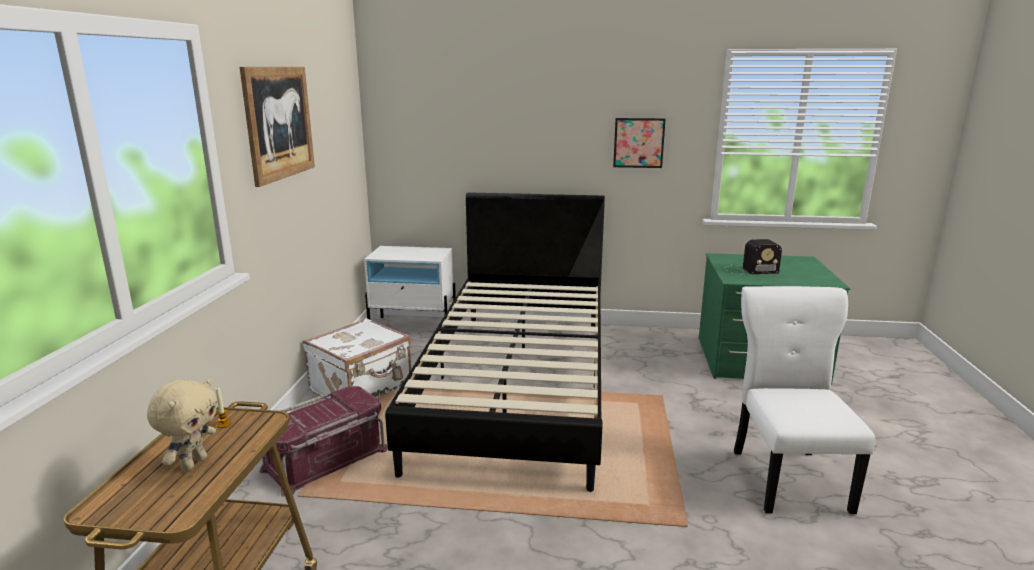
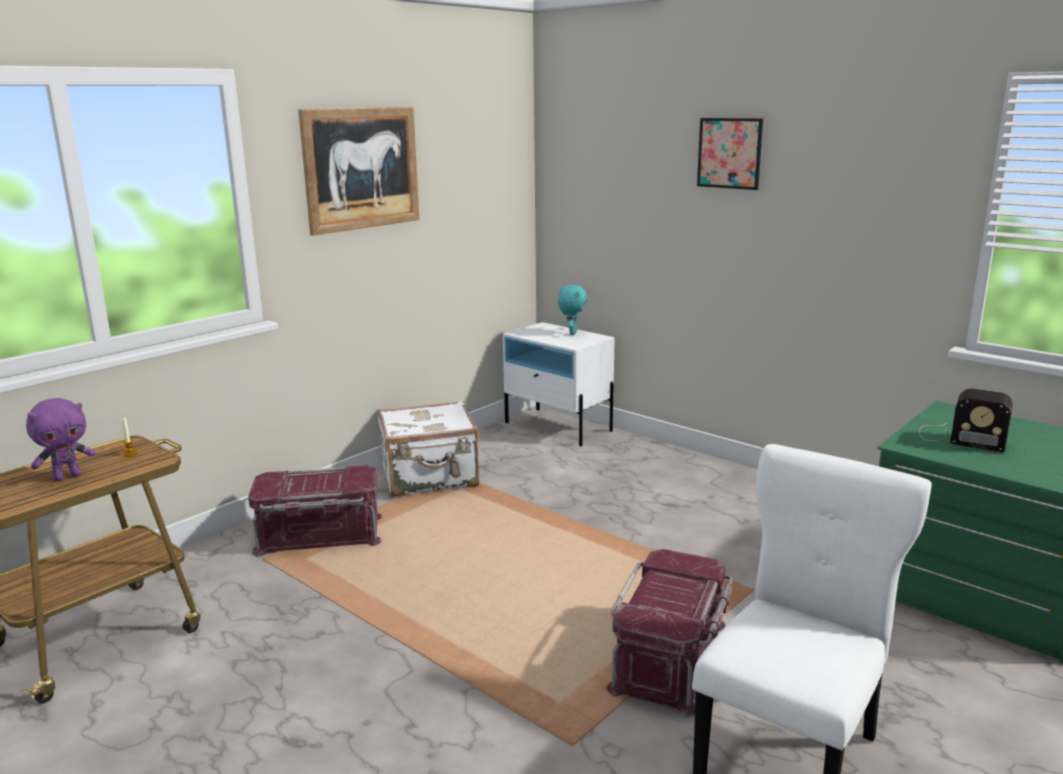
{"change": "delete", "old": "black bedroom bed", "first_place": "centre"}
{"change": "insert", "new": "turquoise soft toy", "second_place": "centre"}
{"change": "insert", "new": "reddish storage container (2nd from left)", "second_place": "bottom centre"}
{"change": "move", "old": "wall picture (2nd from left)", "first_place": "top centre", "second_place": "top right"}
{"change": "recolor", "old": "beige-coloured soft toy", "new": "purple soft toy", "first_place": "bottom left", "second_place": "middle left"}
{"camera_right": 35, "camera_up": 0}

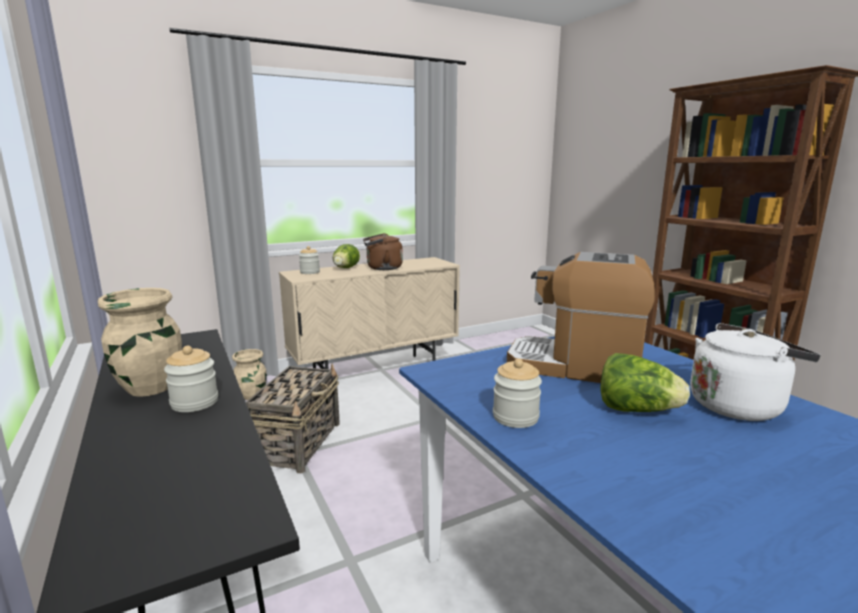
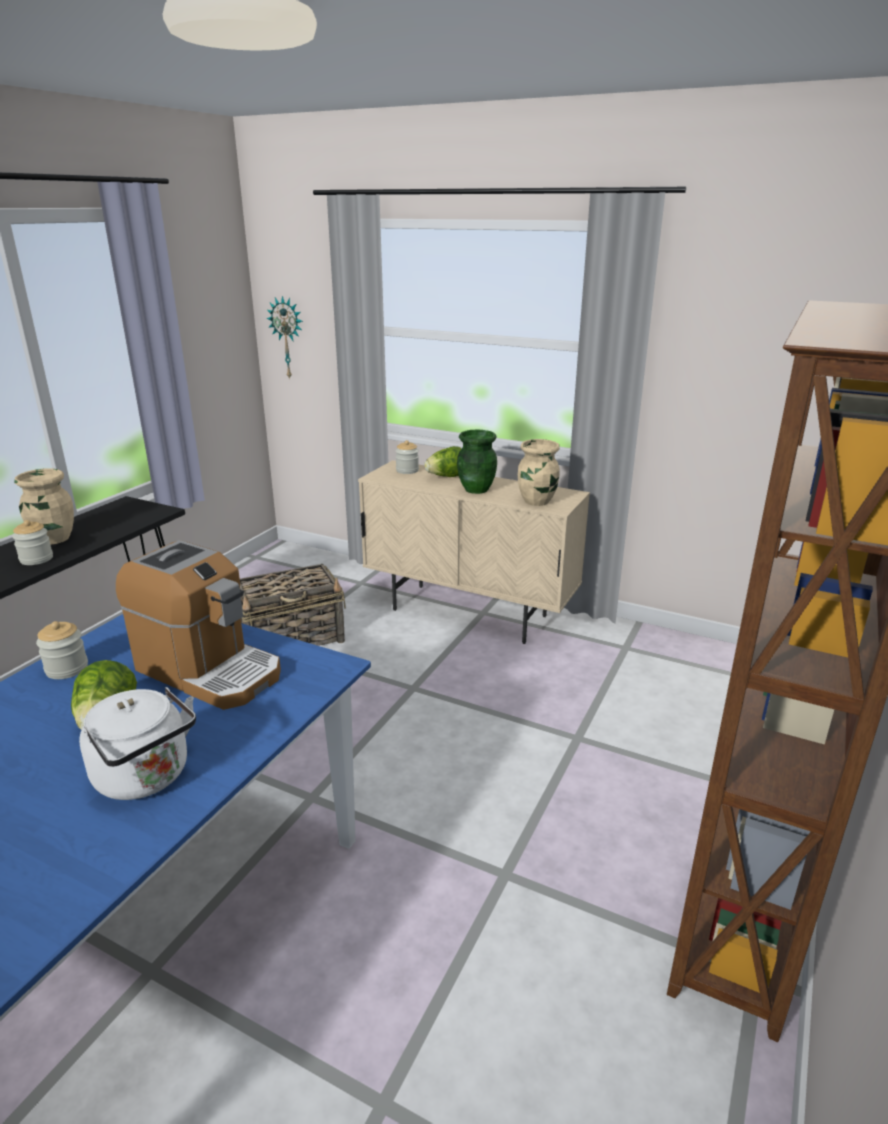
{"change": "insert", "new": "hanging clock", "second_place": "top left"}
{"change": "move", "old": "beige-coloured decorative vase (2nd from left)", "first_place": "middle left", "second_place": "centre"}
{"change": "replace", "old": "brownish tea kettle", "new": "green decorative vase", "first_place": "centre", "second_place": "centre"}
{"change": "rotate", "old": "coffee maker", "first_place": "middle right", "second_place": "middle left", "degrees": 135}
{"camera_right": 55, "camera_up": 10}

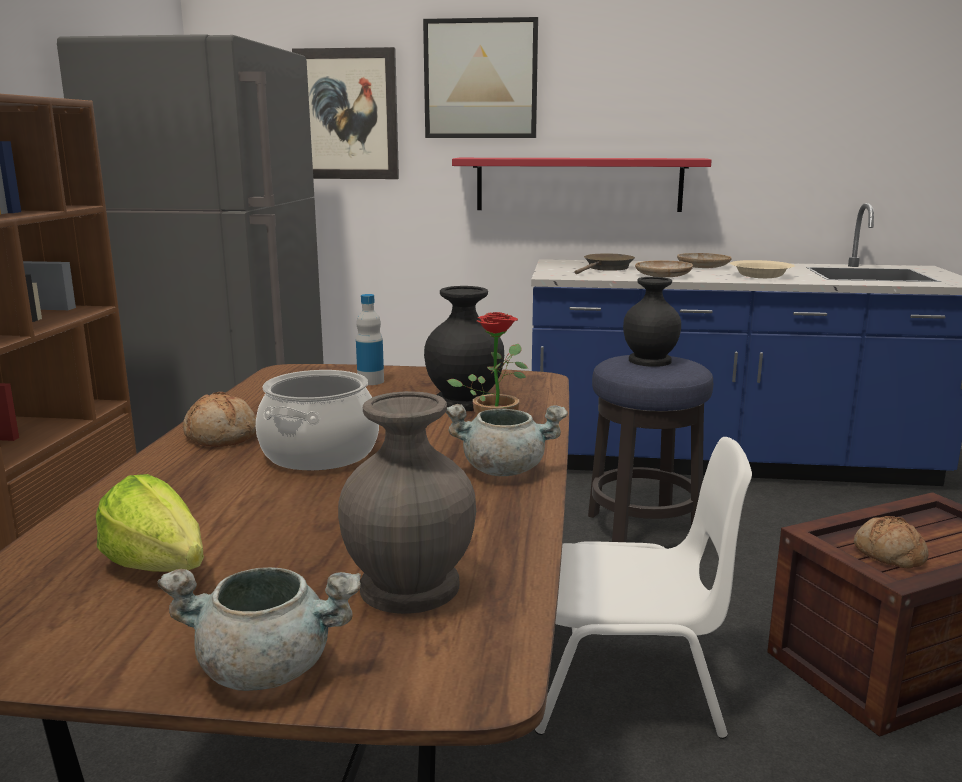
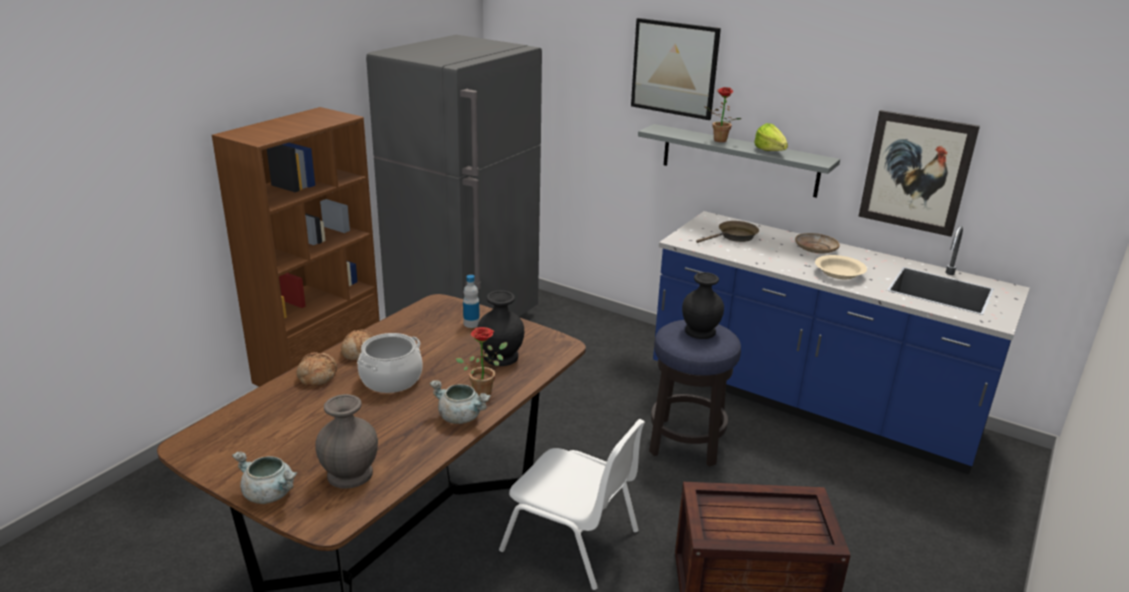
{"change": "delete", "old": "beige-coloured plate (1st from left)", "first_place": "middle right"}
{"change": "insert", "new": "houseplant (2nd from left)", "second_place": "top centre"}
{"change": "move", "old": "lettuce", "first_place": "bottom left", "second_place": "top right"}
{"change": "move", "old": "wall picture (1st from left in the first image)", "new": "wall picture (2nd from left)", "first_place": "top centre", "second_place": "top right"}
{"change": "move", "old": "bread (2nd from left in the first image)", "new": "bread (1st from left)", "first_place": "bottom right", "second_place": "middle left"}
{"change": "recolor", "old": "reddish wall shelf", "new": "grey wall shelf", "first_place": "top centre", "second_place": "top centre"}
{"camera_right": 25, "camera_up": 10}

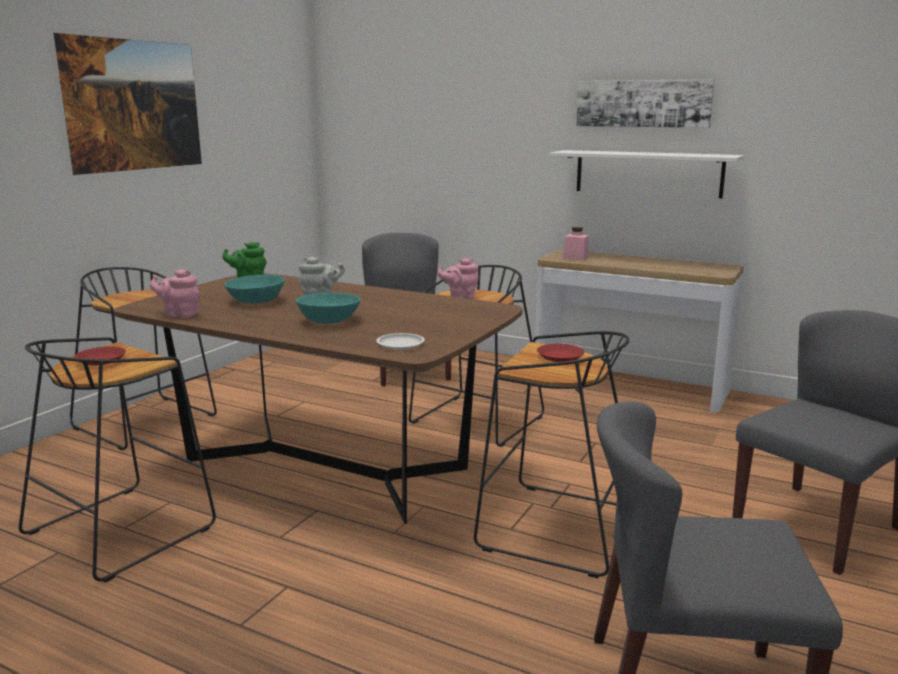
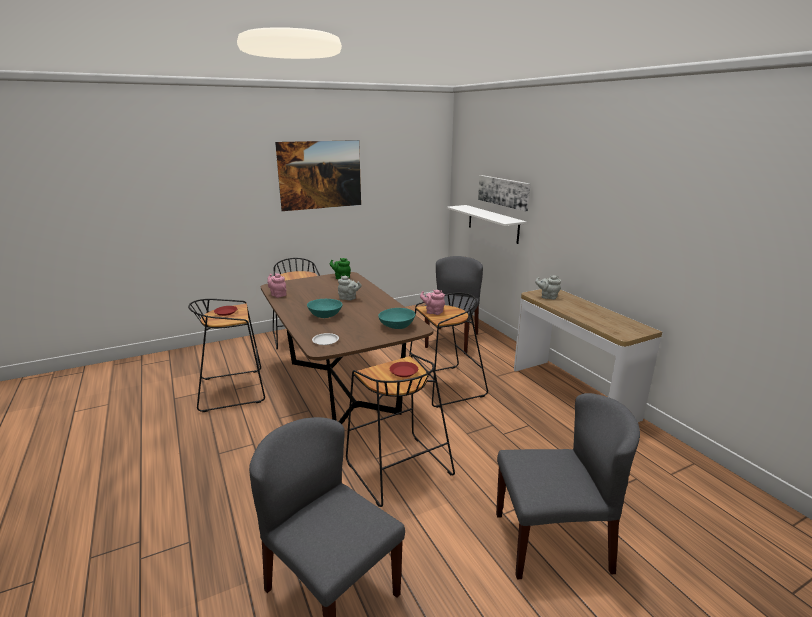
{"change": "move", "old": "turquoise bowl (1st from left in the first image)", "new": "turquoise bowl (2nd from left)", "first_place": "middle left", "second_place": "centre"}
{"change": "move", "old": "white wall shelf", "first_place": "top right", "second_place": "centre"}
{"change": "move", "old": "wall picture (2nd from left)", "first_place": "top right", "second_place": "top centre"}
{"change": "replace", "old": "pink-coloured jar", "new": "grey tea pot (2nd from left)", "first_place": "centre", "second_place": "middle right"}
{"camera_right": 35, "camera_up": 5}

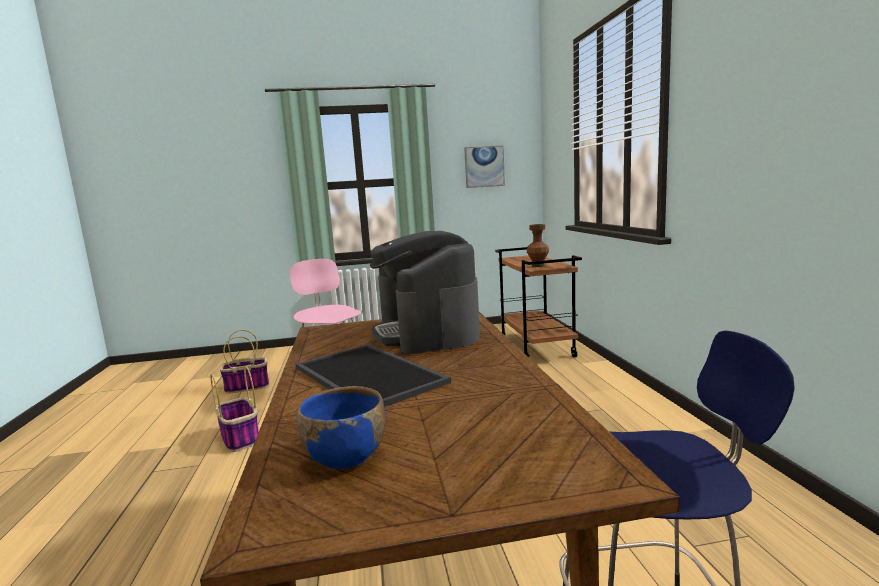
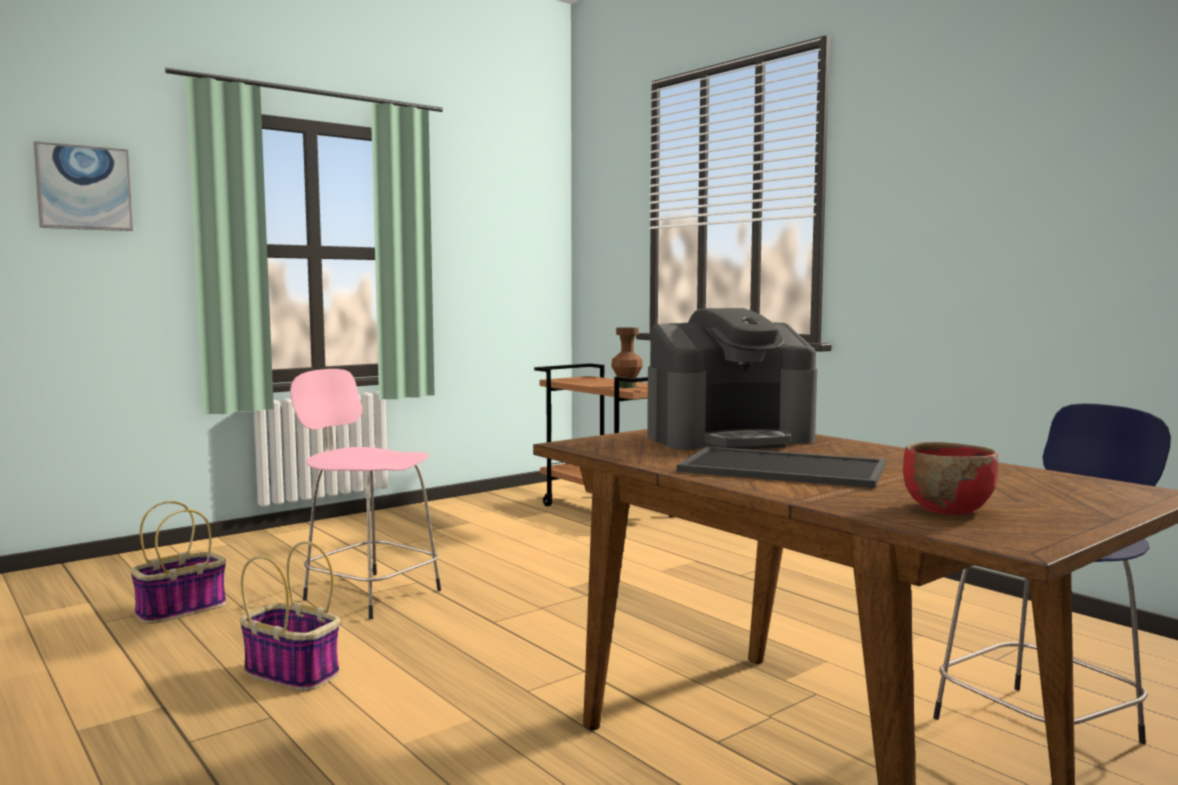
{"change": "move", "old": "wall picture", "first_place": "top centre", "second_place": "top left"}
{"change": "recolor", "old": "blue-coloured bowl", "new": "reddish bowl", "first_place": "bottom centre", "second_place": "middle right"}
{"change": "rotate", "old": "coffee maker", "first_place": "centre", "second_place": "centre", "degrees": -60}
{"camera_right": -30, "camera_up": -5}

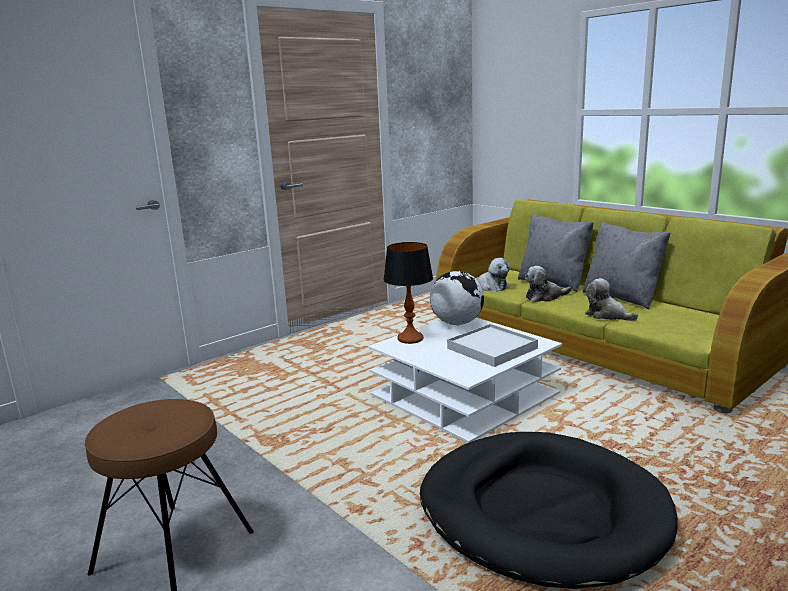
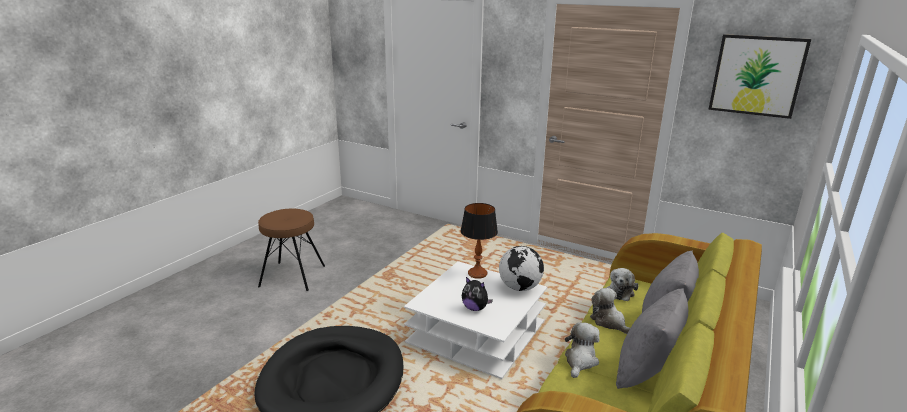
{"change": "insert", "new": "wall picture", "second_place": "top right"}
{"change": "replace", "old": "white serving tray", "new": "soft toy (1st from left)", "first_place": "centre", "second_place": "bottom centre"}
{"camera_right": 70, "camera_up": 5}

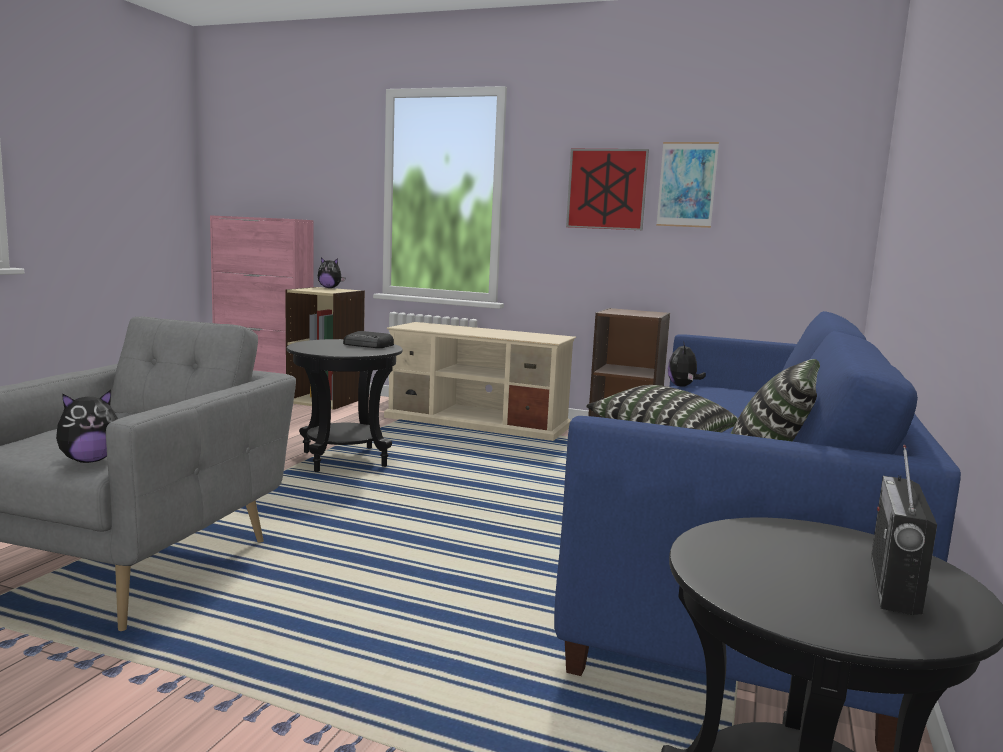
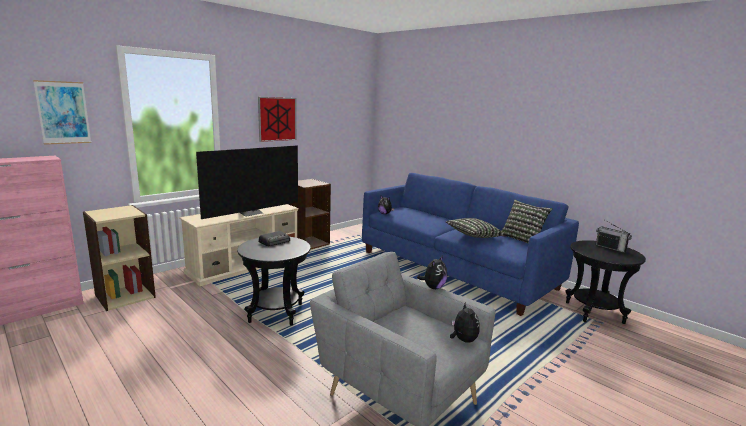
{"change": "insert", "new": "television", "second_place": "middle left"}
{"change": "move", "old": "soft toy (2nd from left)", "first_place": "middle left", "second_place": "centre"}
{"change": "move", "old": "wall picture (2nd from left in the first image)", "new": "wall picture (1st from left)", "first_place": "top right", "second_place": "top left"}
{"camera_right": -65, "camera_up": 5}

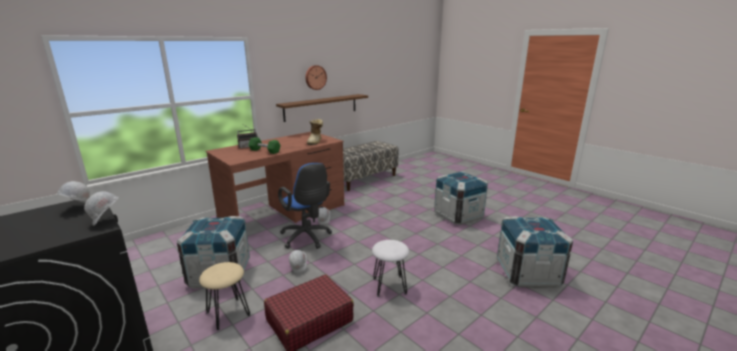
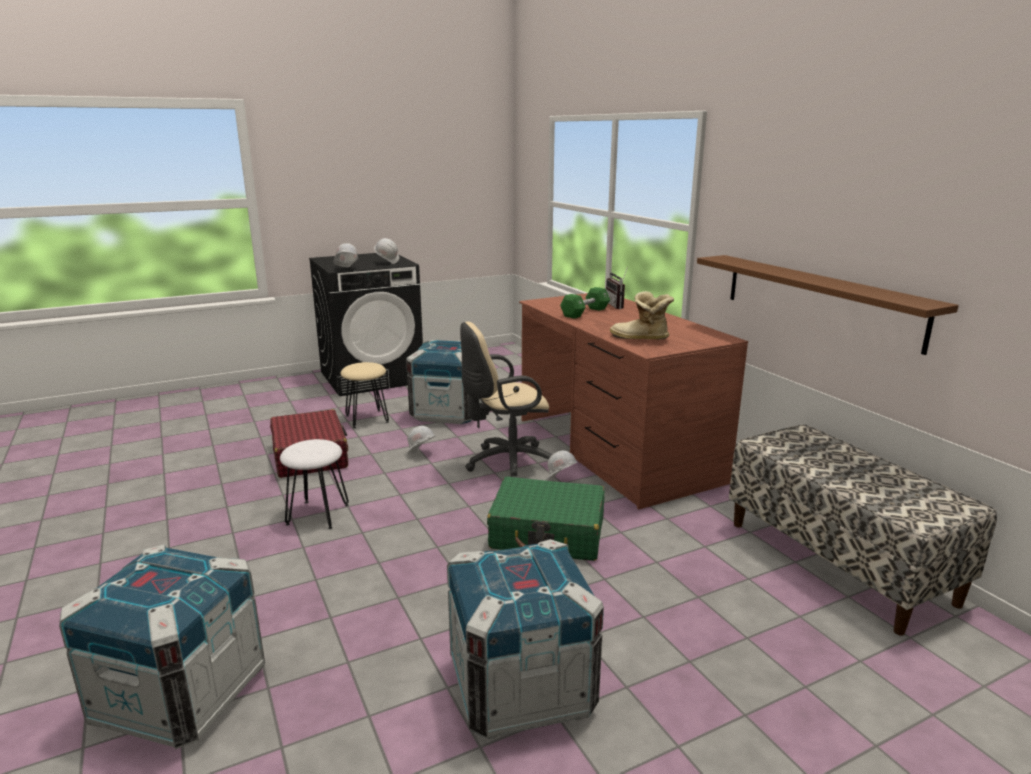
{"change": "delete", "old": "hanging clock", "first_place": "top centre"}
{"change": "insert", "new": "green piece of luggage", "second_place": "bottom centre"}
{"change": "recolor", "old": "blue-coloured computer chair", "new": "beige-coloured computer chair", "first_place": "centre", "second_place": "centre"}
{"camera_right": 105, "camera_up": 0}

